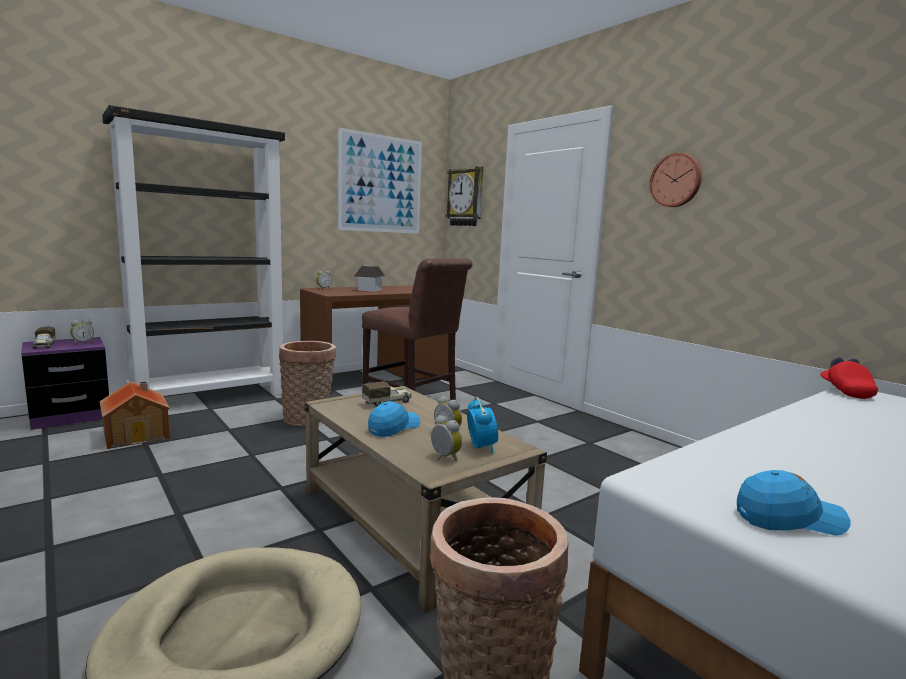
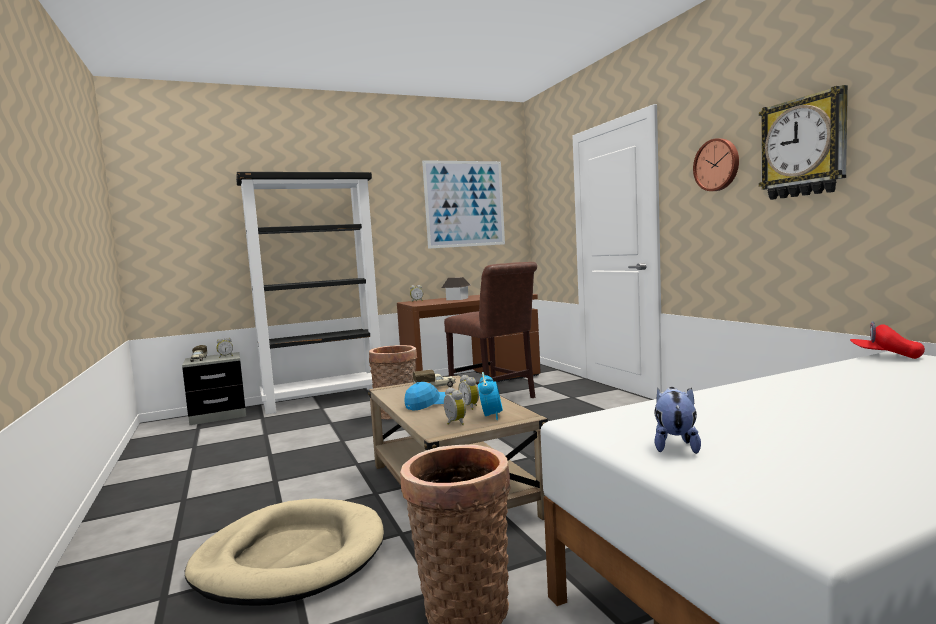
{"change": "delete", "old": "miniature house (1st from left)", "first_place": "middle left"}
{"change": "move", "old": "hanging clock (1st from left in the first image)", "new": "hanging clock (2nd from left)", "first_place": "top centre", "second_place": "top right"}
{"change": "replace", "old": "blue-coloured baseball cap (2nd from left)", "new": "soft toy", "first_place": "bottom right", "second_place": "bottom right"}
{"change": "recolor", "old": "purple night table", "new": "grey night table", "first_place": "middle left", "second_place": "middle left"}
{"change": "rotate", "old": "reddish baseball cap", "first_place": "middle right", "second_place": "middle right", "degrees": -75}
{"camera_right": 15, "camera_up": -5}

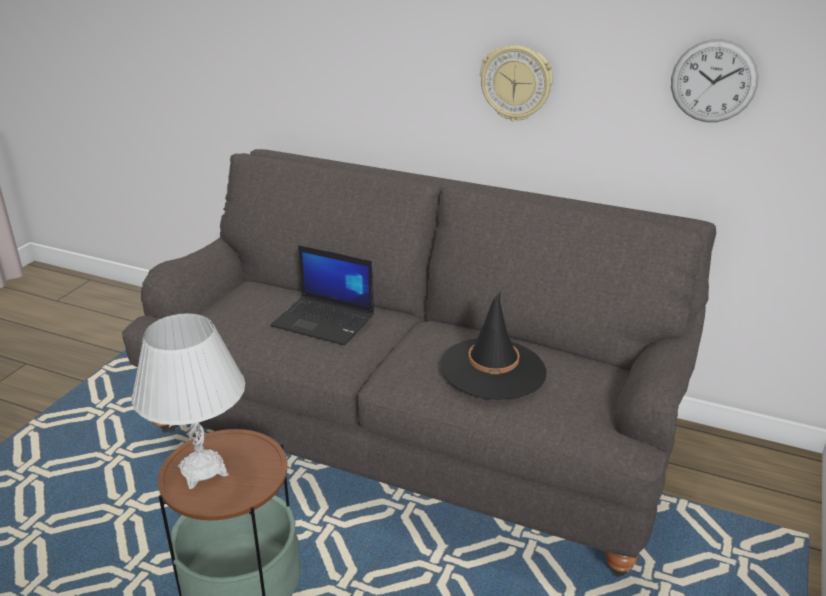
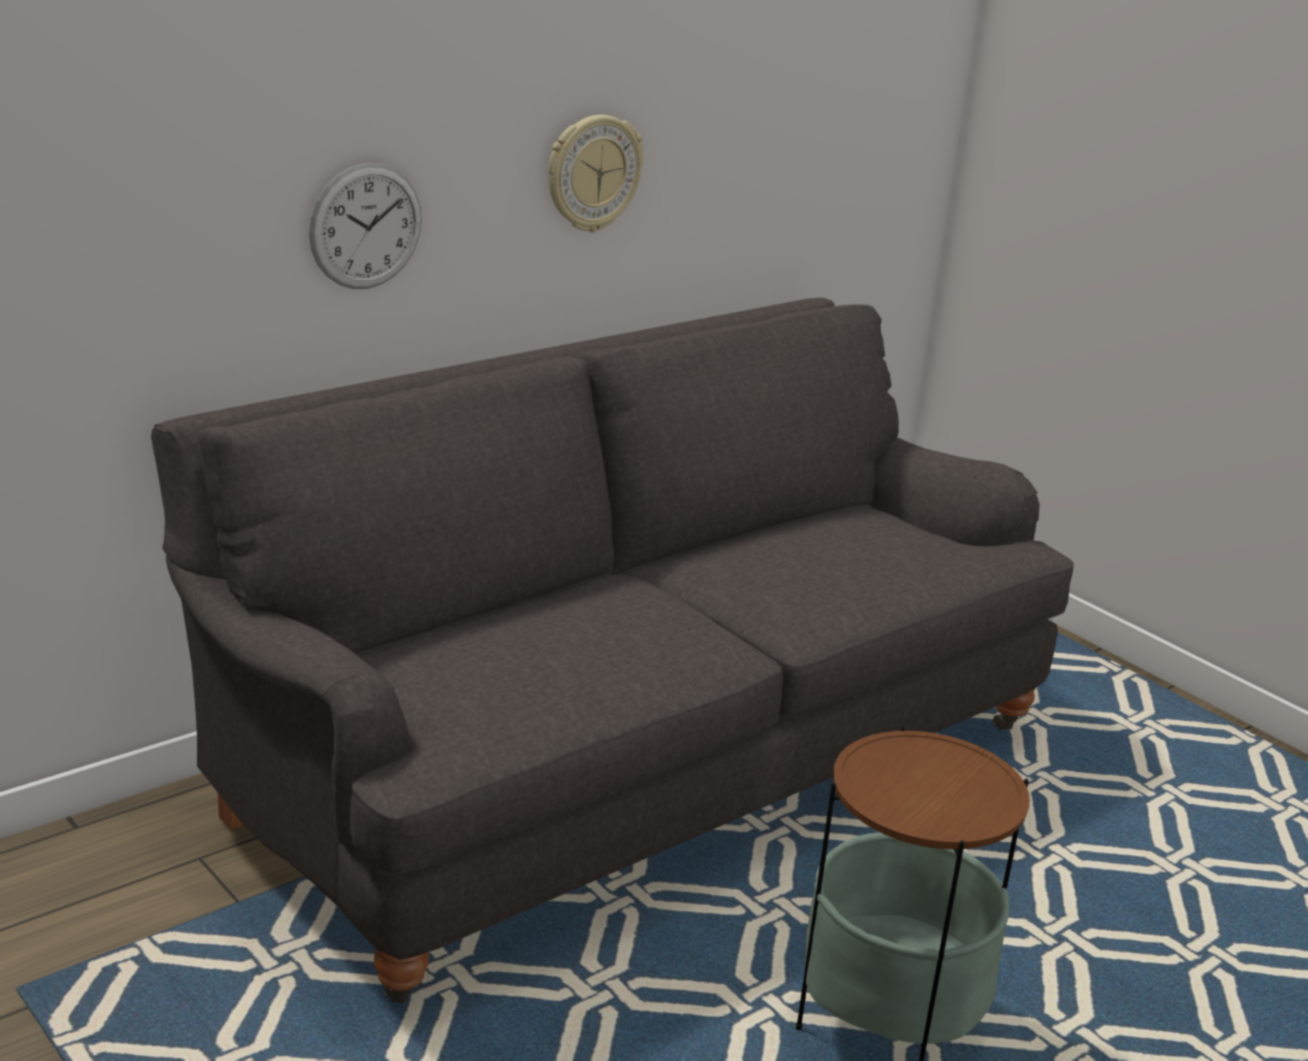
{"change": "delete", "old": "white table lamp", "first_place": "bottom left"}
{"change": "delete", "old": "notebook computer", "first_place": "centre"}
{"change": "delete", "old": "black hat", "first_place": "centre"}
{"change": "move", "old": "hanging clock (2nd from left in the first image)", "new": "hanging clock (1st from left)", "first_place": "top right", "second_place": "top left"}
{"camera_right": -65, "camera_up": -5}

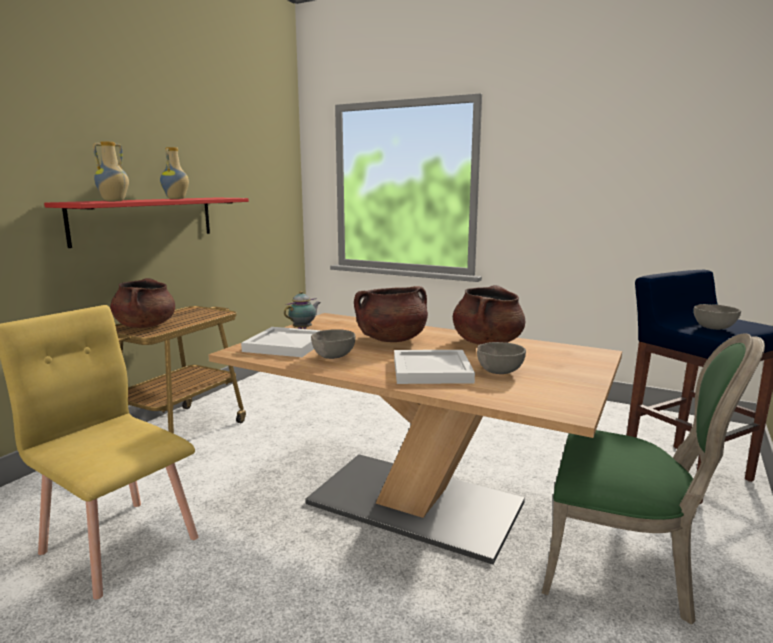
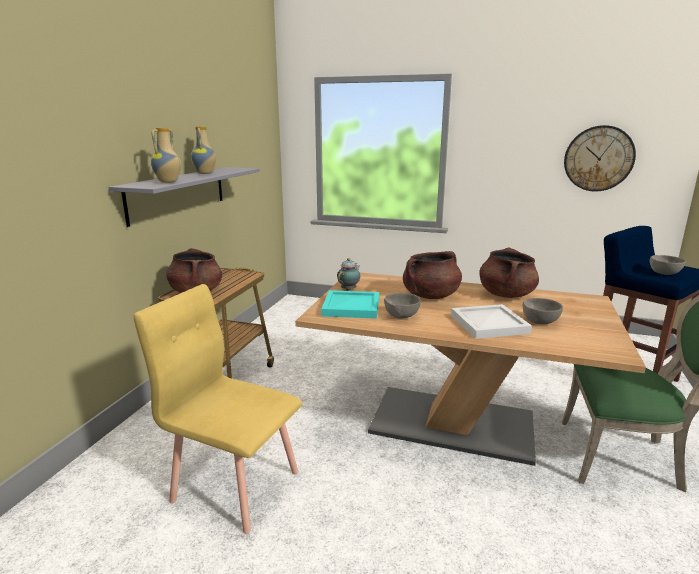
{"change": "insert", "new": "hanging clock", "second_place": "top right"}
{"change": "recolor", "old": "reddish wall shelf", "new": "grey wall shelf", "first_place": "middle left", "second_place": "middle left"}
{"change": "recolor", "old": "white serving tray (1st from left)", "new": "turquoise serving tray", "first_place": "centre", "second_place": "centre"}
{"camera_right": -10, "camera_up": 5}

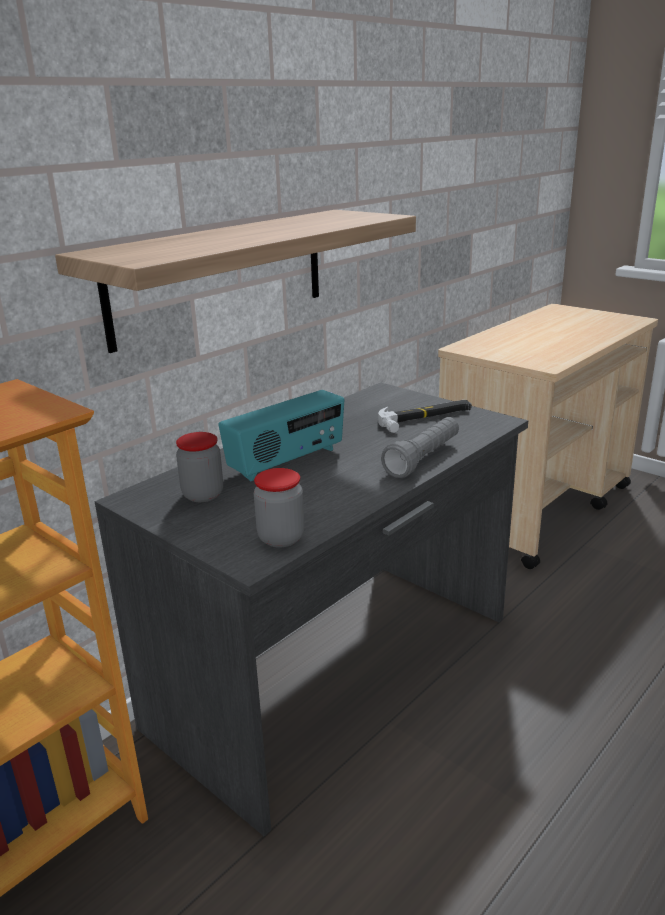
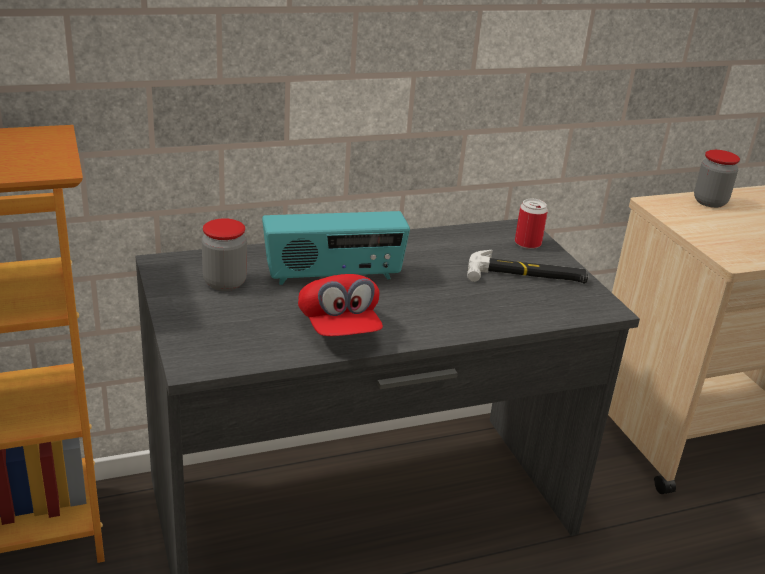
{"change": "delete", "old": "wall shelf", "first_place": "top centre"}
{"change": "delete", "old": "grey flashlight", "first_place": "centre"}
{"change": "insert", "new": "reddish baseball cap", "second_place": "centre"}
{"change": "insert", "new": "sealed can", "second_place": "middle right"}
{"change": "move", "old": "jar (2nd from left)", "first_place": "centre", "second_place": "top right"}
{"camera_right": 25, "camera_up": 5}

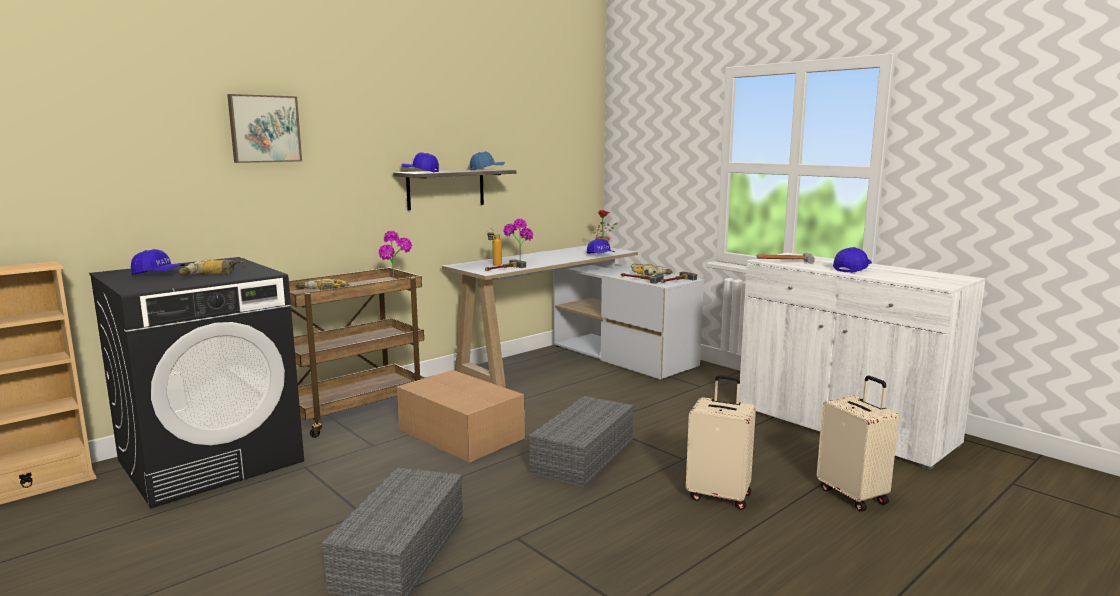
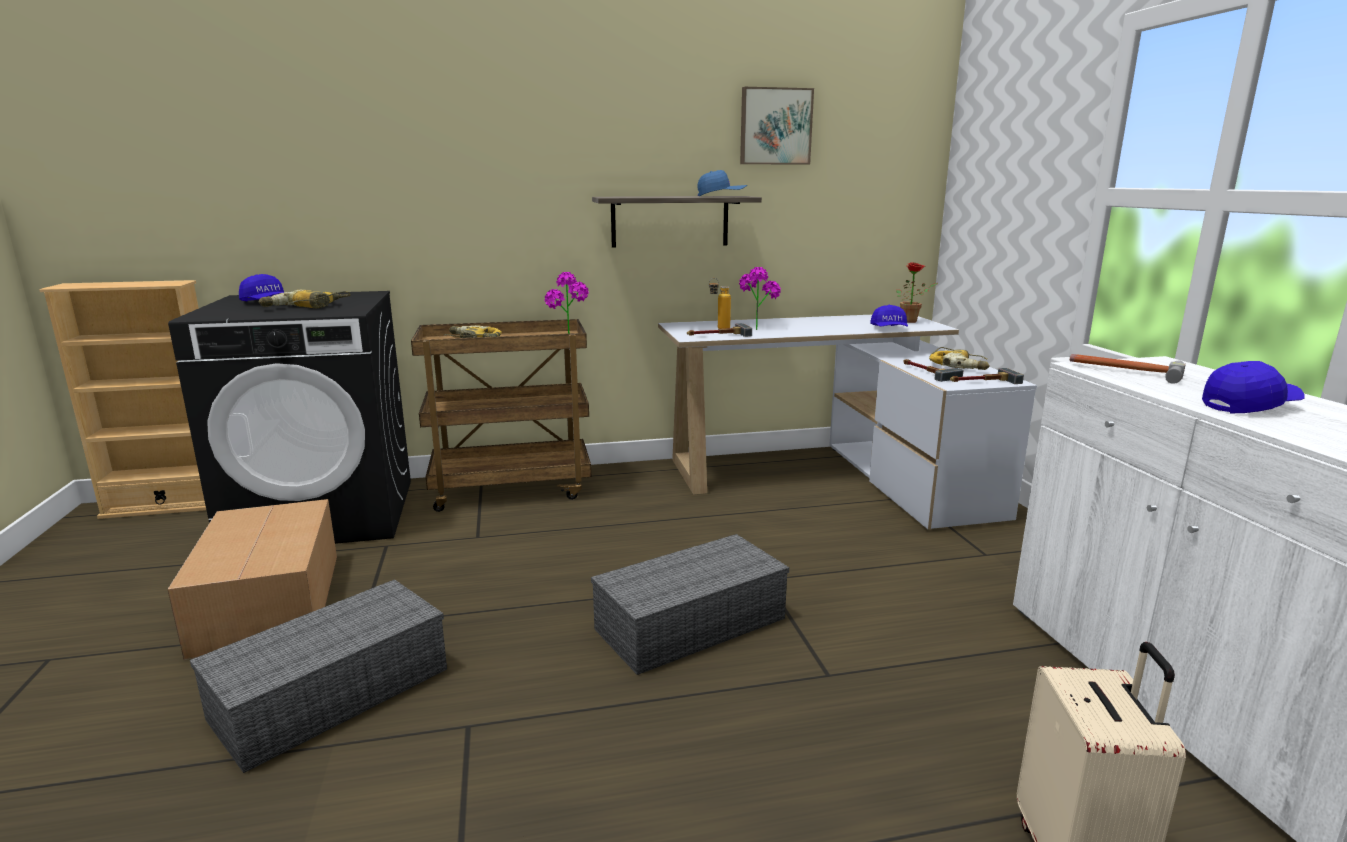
{"change": "delete", "old": "blue-coloured baseball cap (2nd from left)", "first_place": "top centre"}
{"change": "delete", "old": "beige-coloured piece of luggage (1st from left)", "first_place": "bottom centre"}
{"change": "move", "old": "wall picture", "first_place": "top left", "second_place": "top centre"}
{"change": "move", "old": "cardboard box", "first_place": "bottom centre", "second_place": "bottom left"}
{"camera_right": 30, "camera_up": 5}

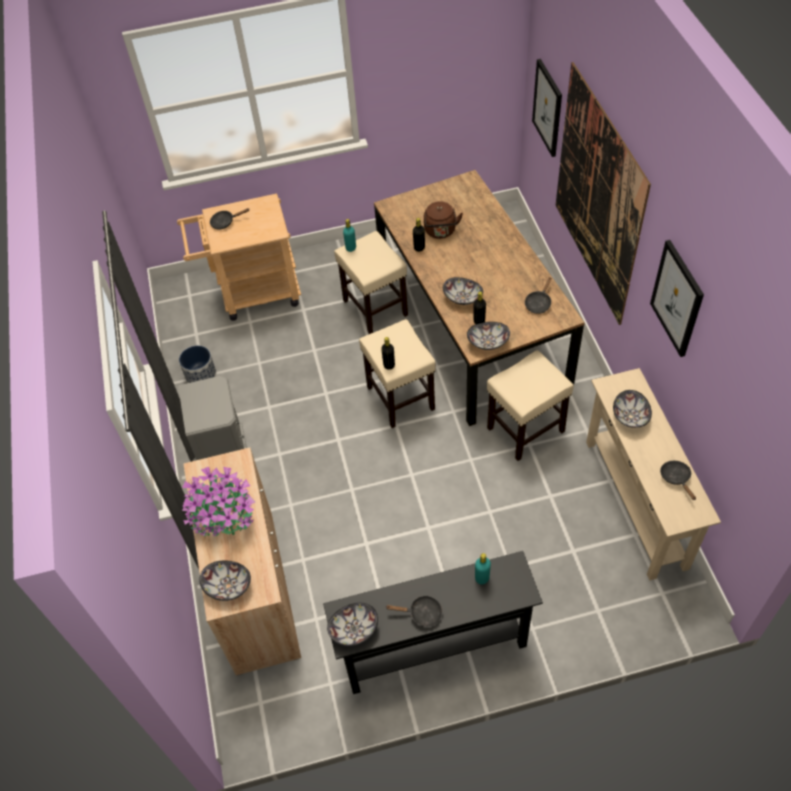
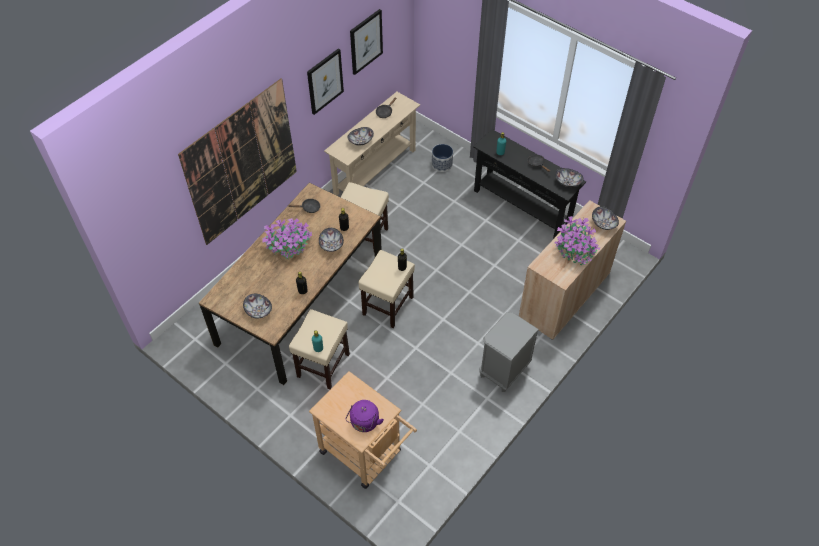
{"change": "delete", "old": "brownish tea kettle", "first_place": "top centre"}
{"change": "insert", "new": "houseplant (1st from left)", "second_place": "centre"}
{"change": "move", "old": "planter", "first_place": "middle left", "second_place": "top centre"}
{"change": "move", "old": "bowl (4th from left in the first image)", "new": "bowl (1st from left)", "first_place": "centre", "second_place": "middle left"}
{"change": "move", "old": "wall picture (1st from left in the first image)", "new": "wall picture (3rd from left)", "first_place": "top right", "second_place": "top centre"}
{"change": "replace", "old": "black frying pan (1st from left)", "new": "purple tea kettle", "first_place": "top left", "second_place": "bottom centre"}
{"camera_right": -130, "camera_up": 0}

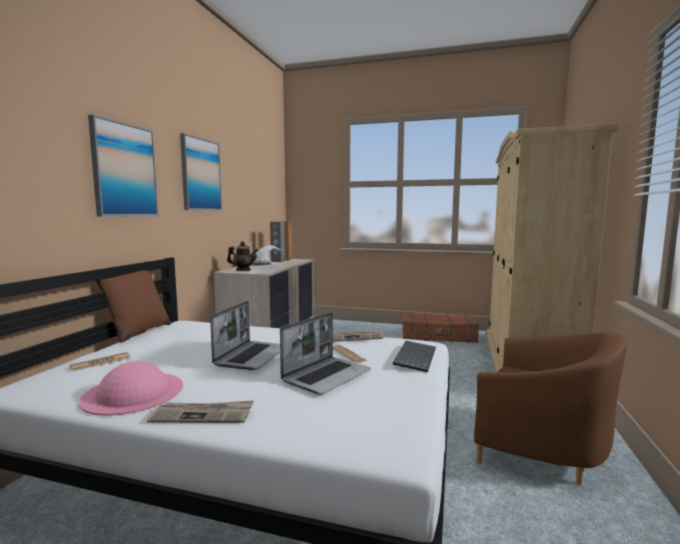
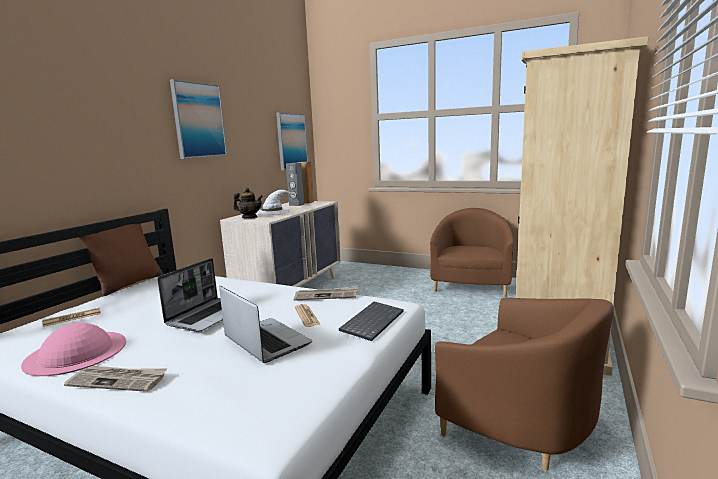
{"change": "move", "old": "wall picture (1st from left in the first image)", "new": "wall picture (2nd from left)", "first_place": "top left", "second_place": "top centre"}
{"change": "replace", "old": "brownish piece of luggage", "new": "brownish lounge chair (1st from left)", "first_place": "centre", "second_place": "centre"}
{"change": "rotate", "old": "notebook computer (2nd from left)", "first_place": "centre", "second_place": "bottom centre", "degrees": -90}
{"camera_right": 10, "camera_up": 5}

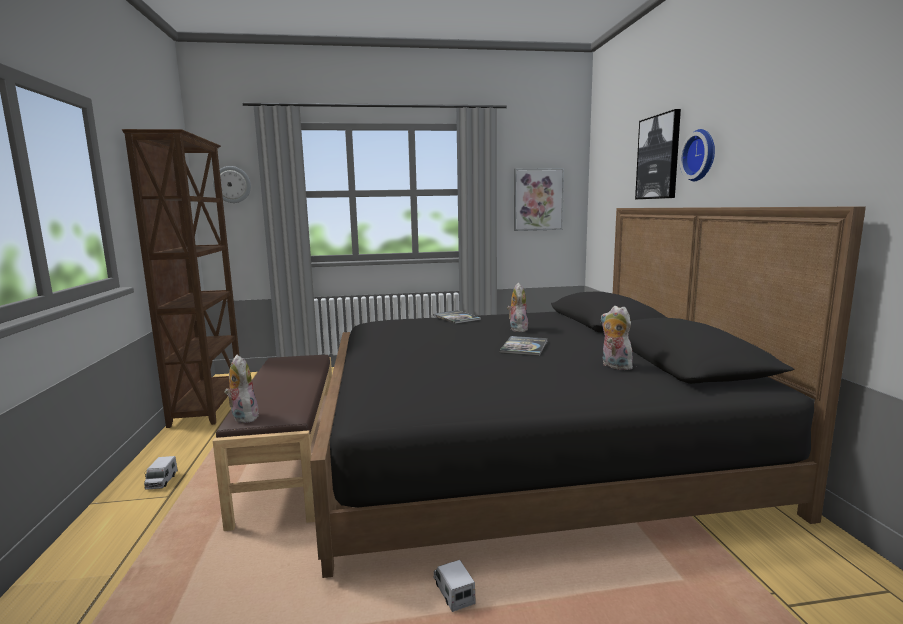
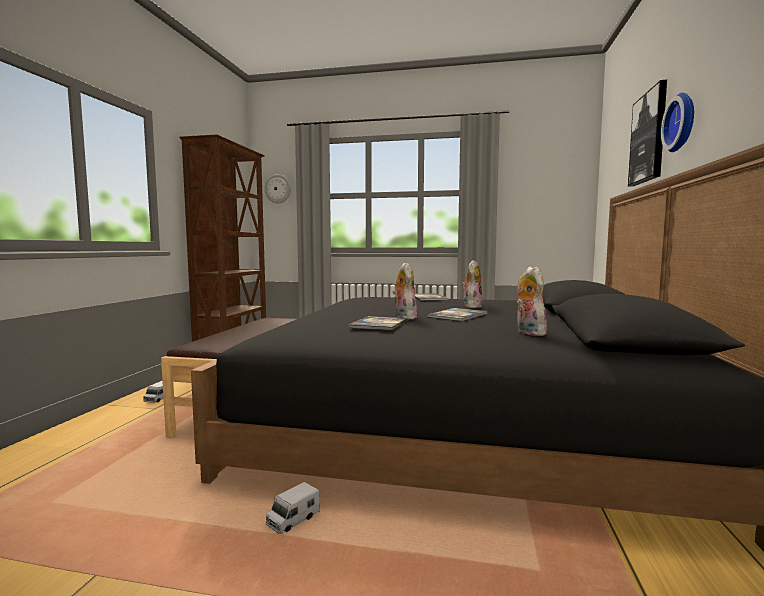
{"change": "delete", "old": "wall picture (1st from left)", "first_place": "top centre"}
{"change": "insert", "new": "volume (1st from left)", "second_place": "centre"}
{"change": "move", "old": "soft toy (1st from left)", "first_place": "middle left", "second_place": "centre"}
{"change": "rotate", "old": "toy truck (2nd from left)", "first_place": "bottom centre", "second_place": "bottom centre", "degrees": -135}
{"camera_right": 20, "camera_up": -5}

